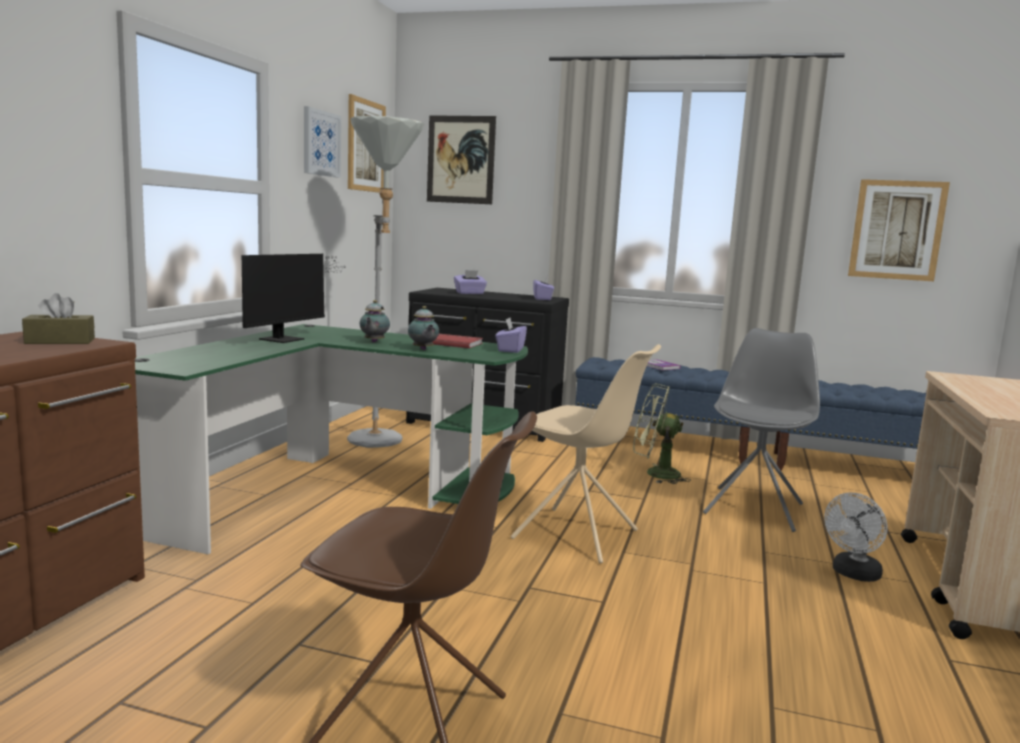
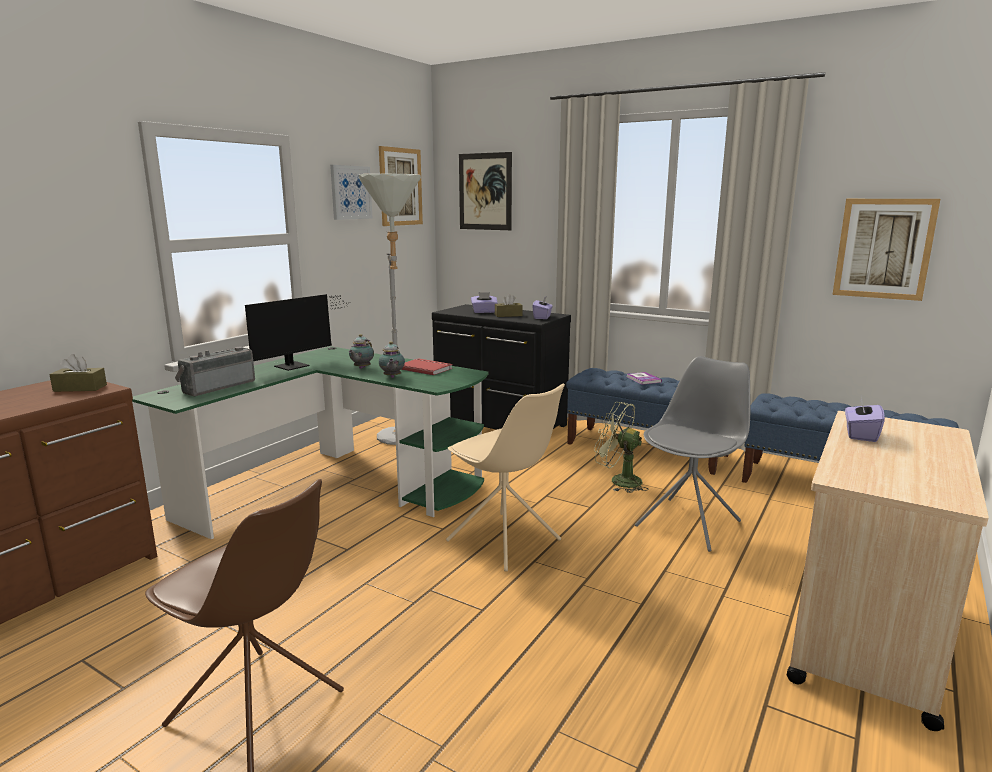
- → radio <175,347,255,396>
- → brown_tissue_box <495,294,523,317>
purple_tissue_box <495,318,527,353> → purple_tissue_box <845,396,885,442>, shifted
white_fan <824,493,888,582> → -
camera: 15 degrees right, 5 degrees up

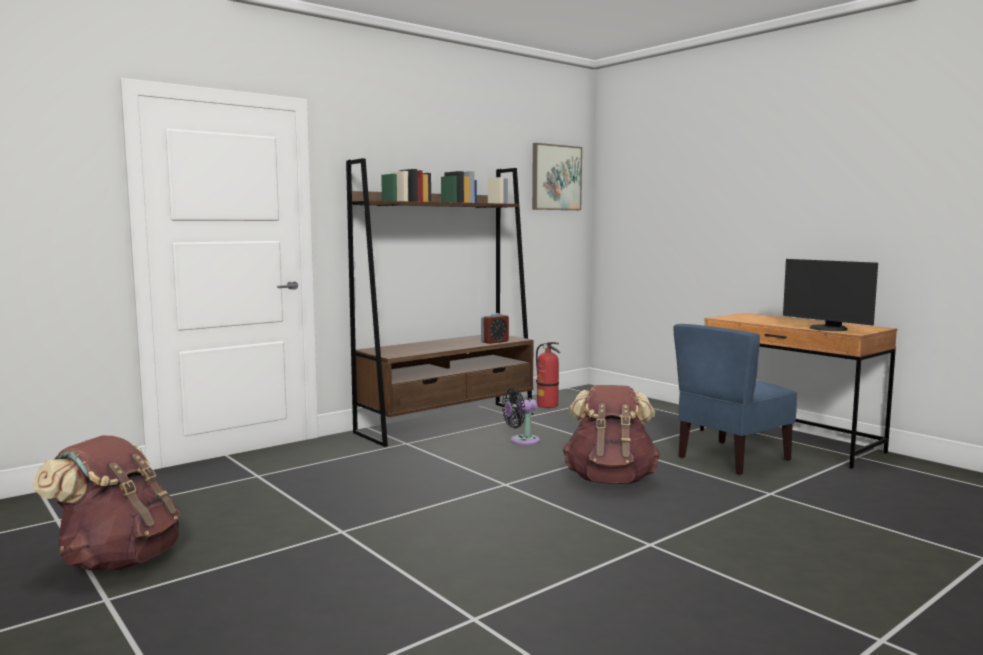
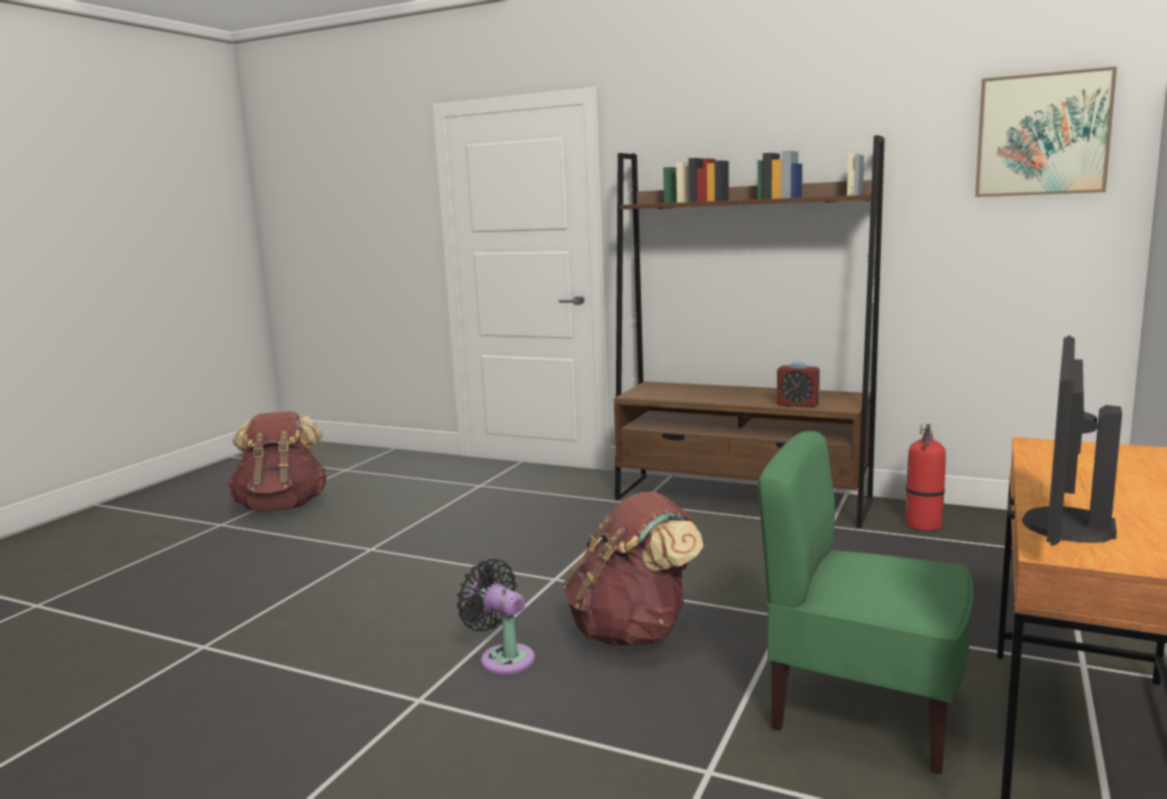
black_fan <502,388,540,445> → black_fan <457,559,535,675>, shifted
blue_chair <673,324,797,475> → green_chair <758,431,973,774>
camera: 65 degrees right, 5 degrees up

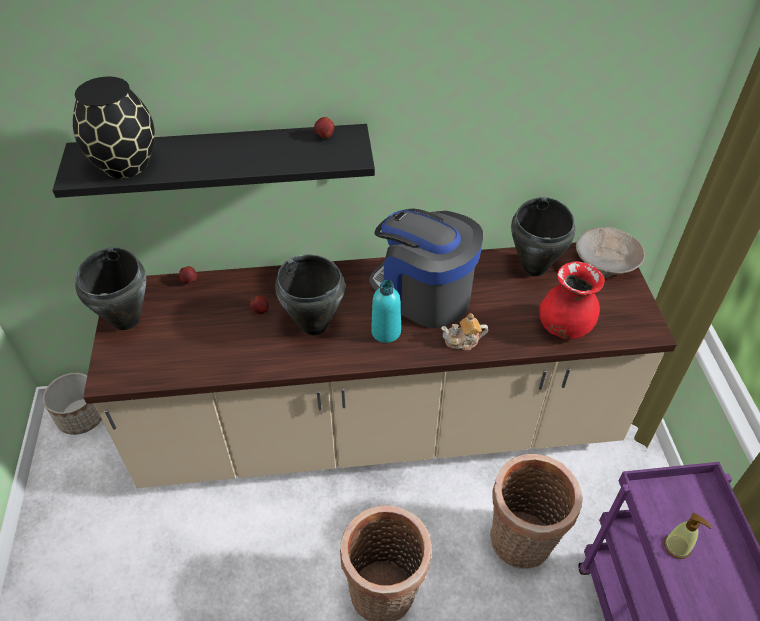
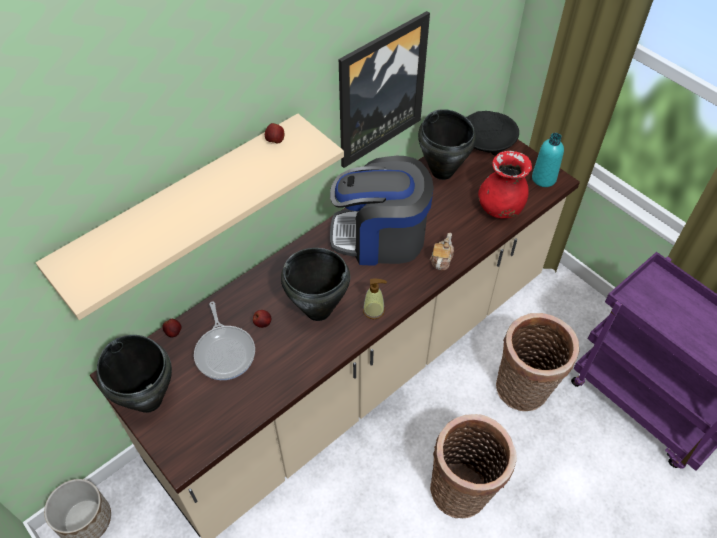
black_shelf <52,124,375,198> → beige_shelf <36,113,344,320>
- → frying_pan <194,302,255,380>
- → picture <339,11,430,168>
soap_dispenser <664,513,712,559> → soap_dispenser <363,279,387,319>, shifted
teapot <441,313,488,351> → teapot <430,233,454,270>, 150 degrees clockwise
beige_bowl <576,227,645,278> → black_bowl <466,111,519,156>
turquoise_bottle <371,280,401,343> → turquoise_bottle <532,133,564,187>, shifted
black_vase <73,77,155,178> → -
camera: 35 degrees left, 5 degrees up

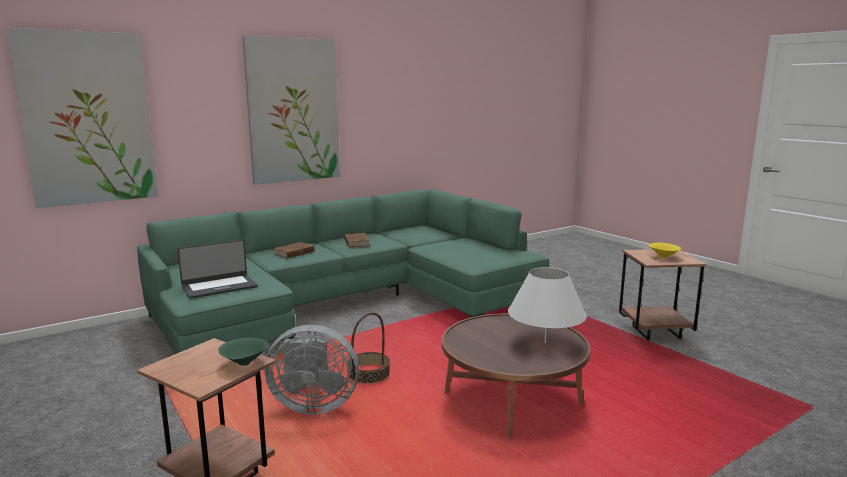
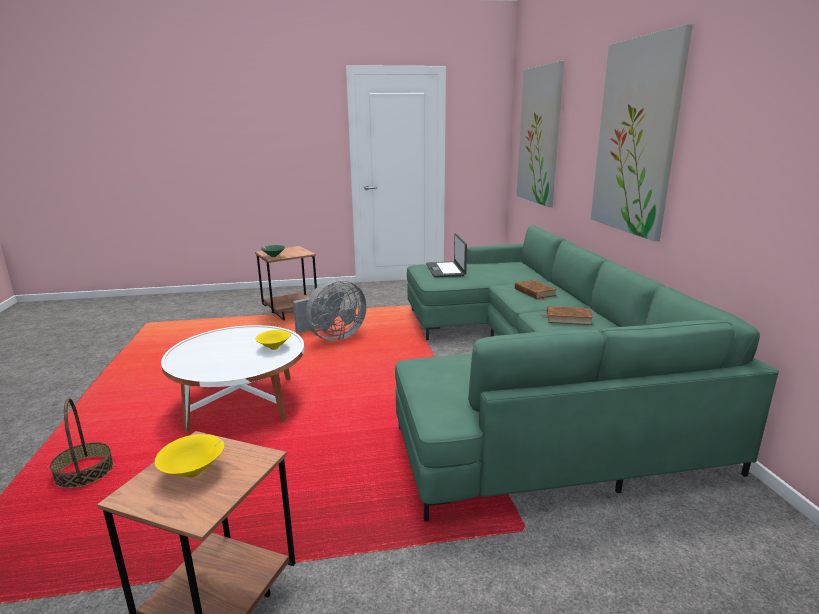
basket <348,312,390,384> → basket <50,398,113,488>, shifted
brown_coffee_table <442,314,591,438> → white_coffee_table <161,325,304,432>
- → yellow_bowl <256,330,291,350>
grey_fan <265,325,359,415> → grey_fan <293,278,367,341>, 150 degrees counterclockwise
white_table_lamp <508,267,587,343> → -
camera: 115 degrees right, 5 degrees up

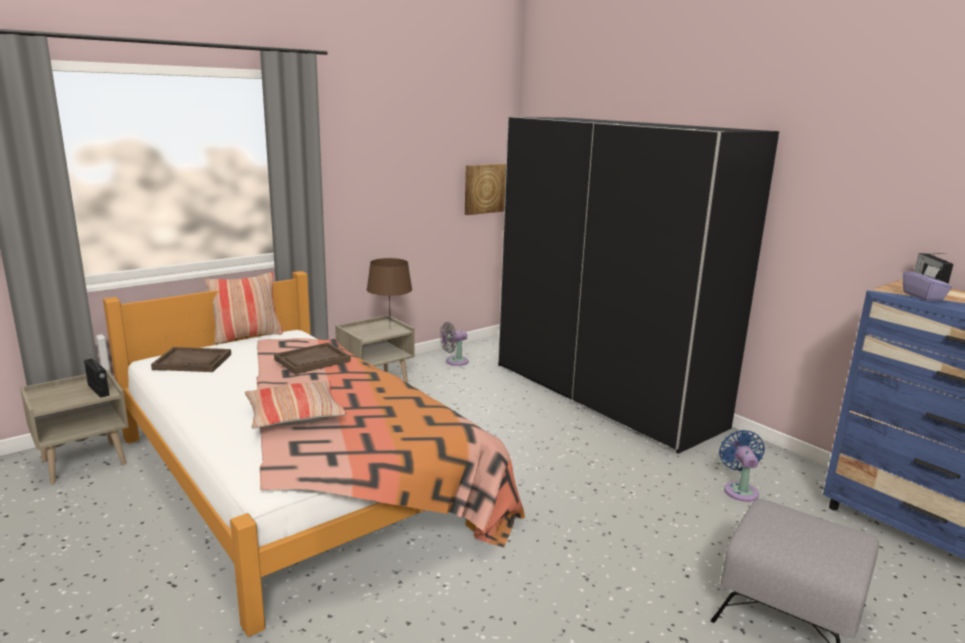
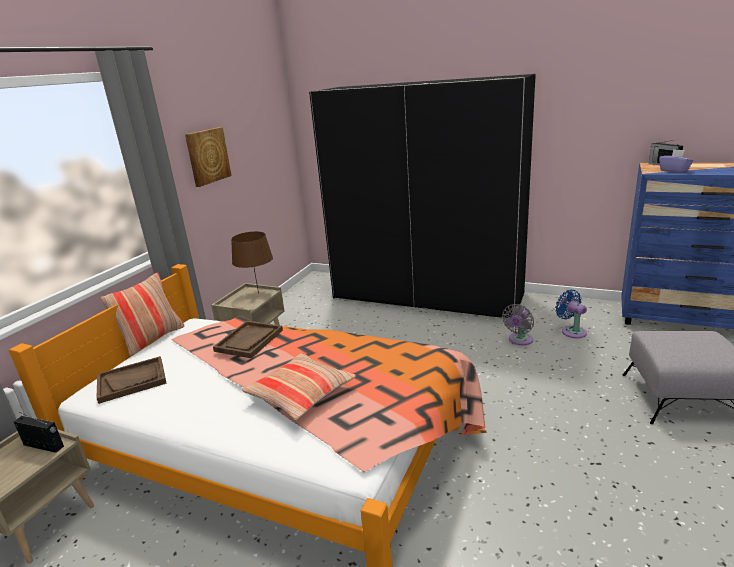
picture <465,164,506,215> → picture <185,127,232,187>, shifted
grey_fan <440,322,469,366> → grey_fan <502,304,534,345>, shifted
camera: 25 degrees left, 5 degrees up

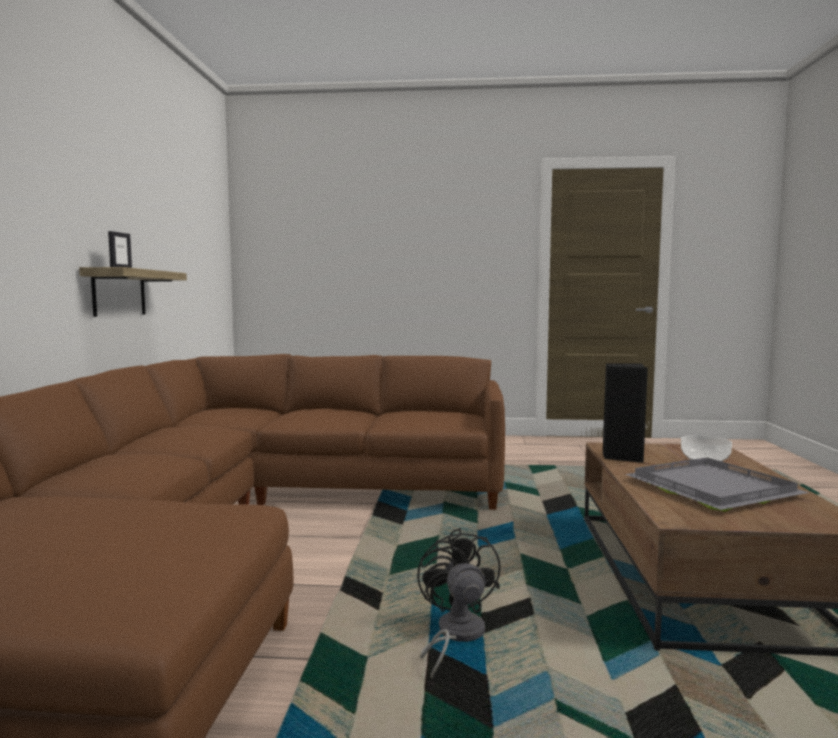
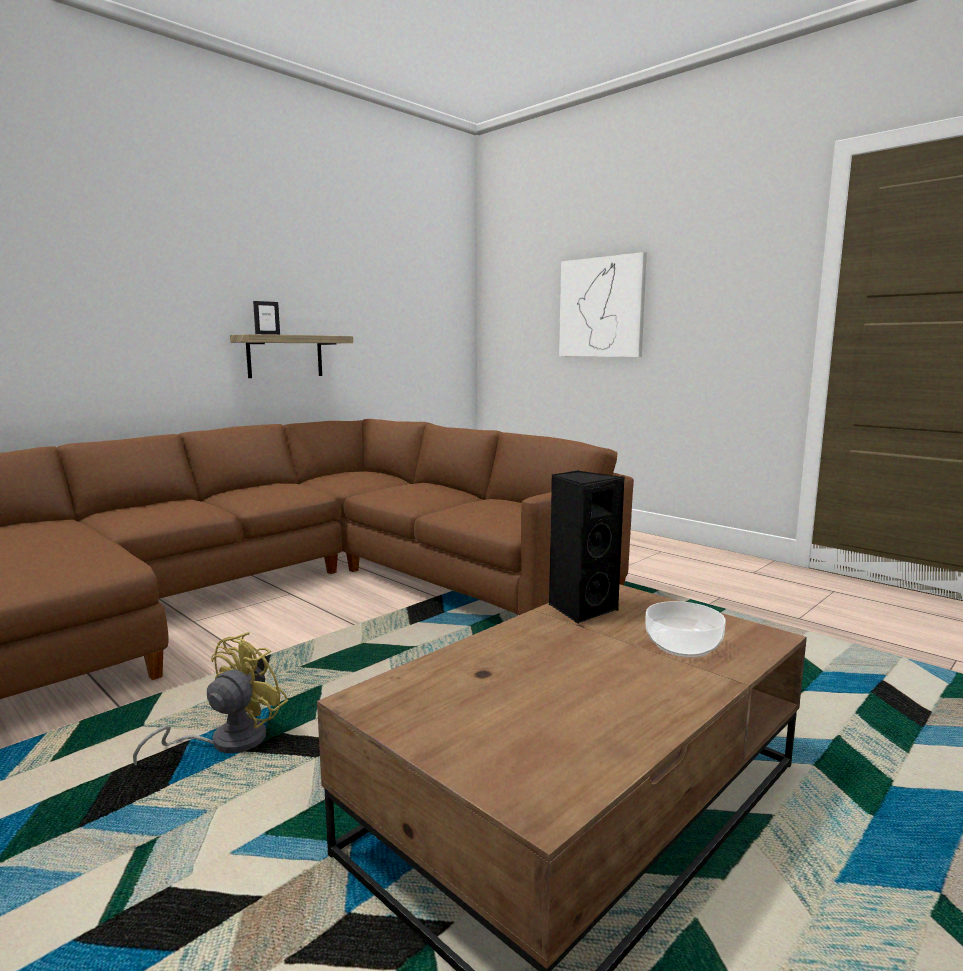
black_fan <417,528,501,679> → yellow_fan <133,632,288,766>
- → picture <559,252,647,357>
grey_tray <625,457,809,512> → -
camera: 40 degrees right, 5 degrees up

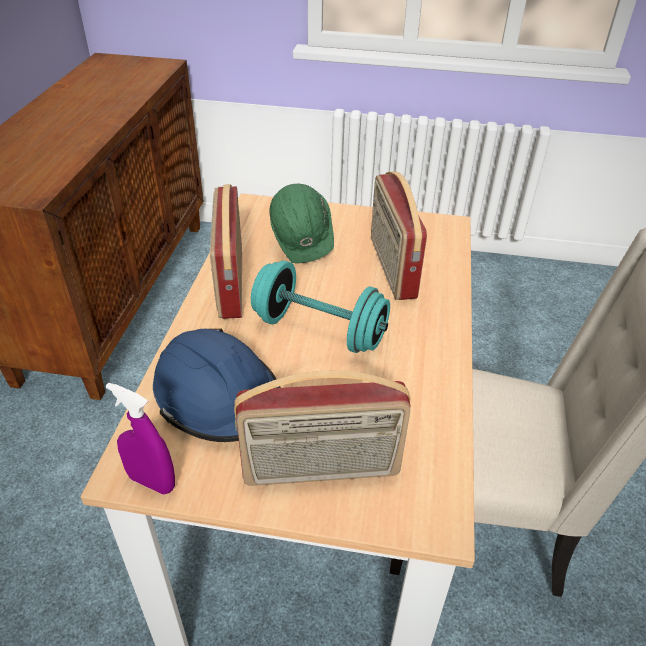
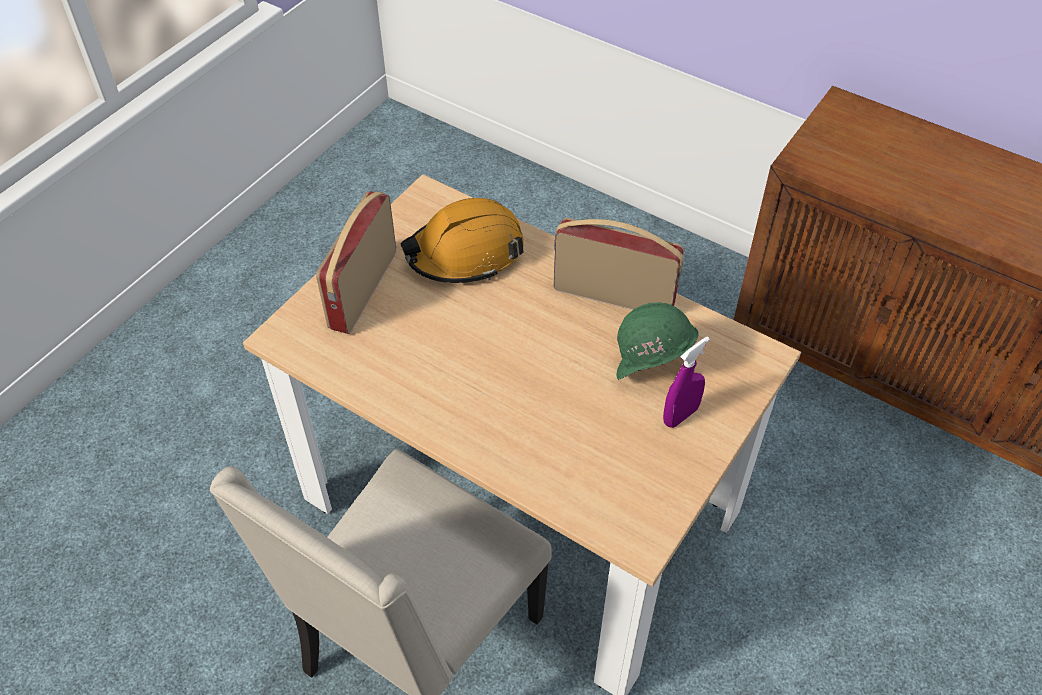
blue_hard_hat <153,328,281,442> → orange_hard_hat <401,198,524,283>
purple_spray_bottle <106,383,175,495> → purple_spray_bottle <663,336,710,428>, shifted
turquoise_dumbbell <251,260,390,353> → -
radio <371,171,427,300> → -
camera: 115 degrees right, 10 degrees up

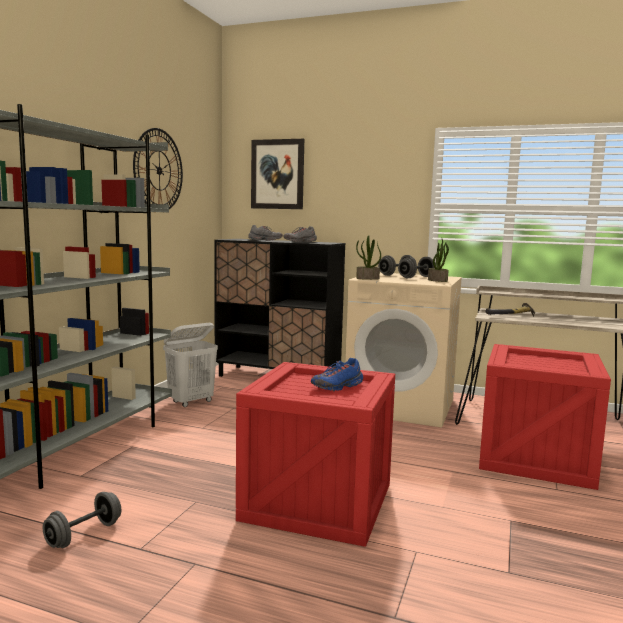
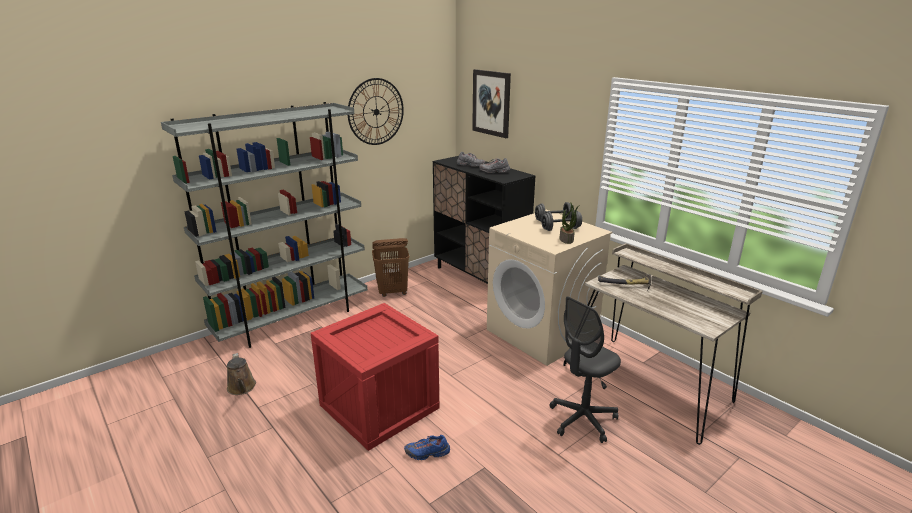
grey_dumbbell <43,492,121,548> → brown_watering_can <227,353,256,395>
white_laundry_basket <163,323,218,407> → brown_laundry_basket <372,238,410,297>
blue_shoe <311,358,363,391> → blue_shoe <404,435,450,460>, shifted
crate <479,344,611,490> → grey_office_chair <550,296,621,443>
potted_plant <356,235,381,280> → -
camera: 30 degrees right, 15 degrees up

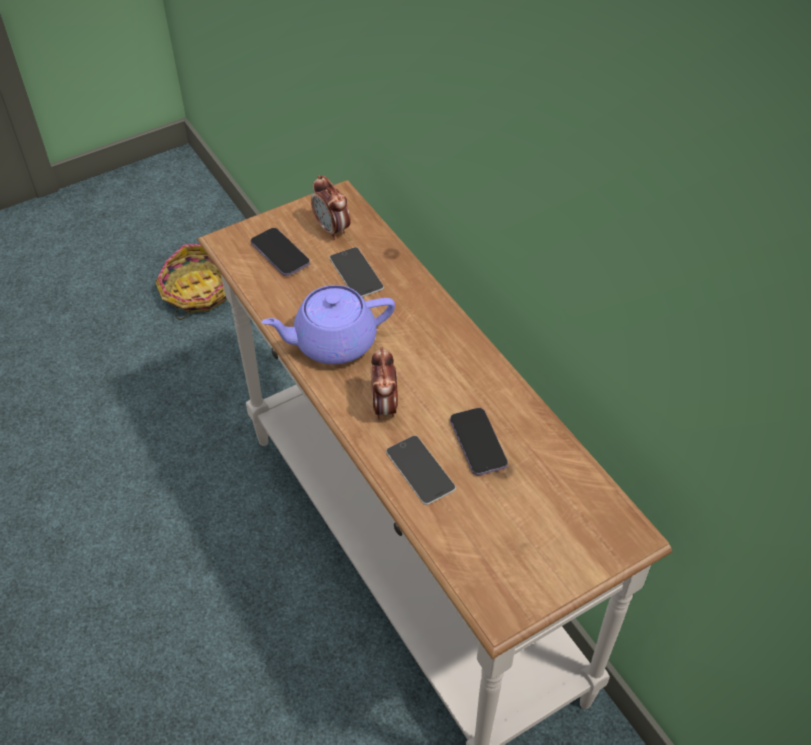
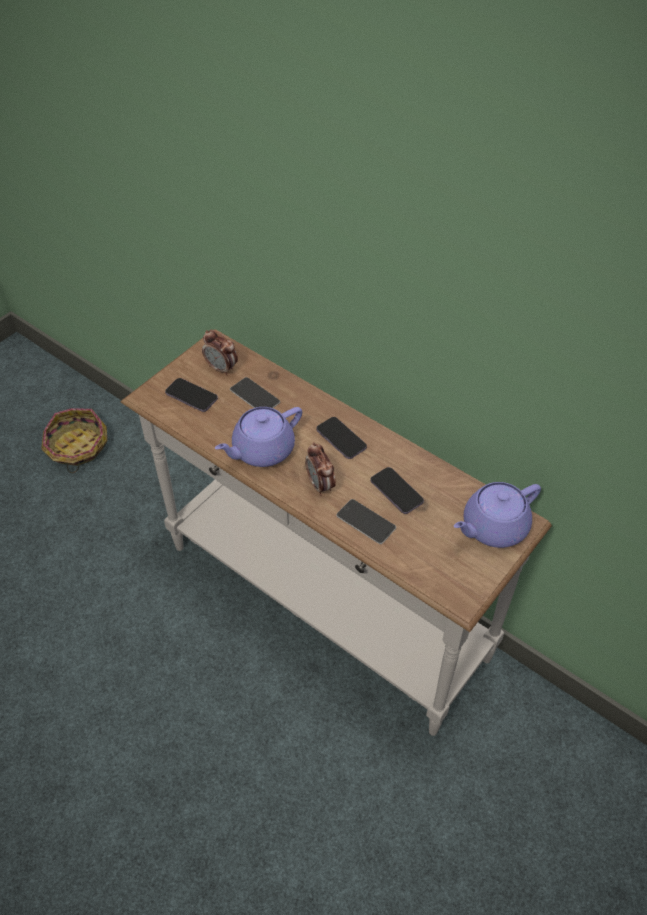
- → phone <316,417,367,459>
- → purple_teapot <454,482,541,548>
camera: 20 degrees left, 0 degrees up

